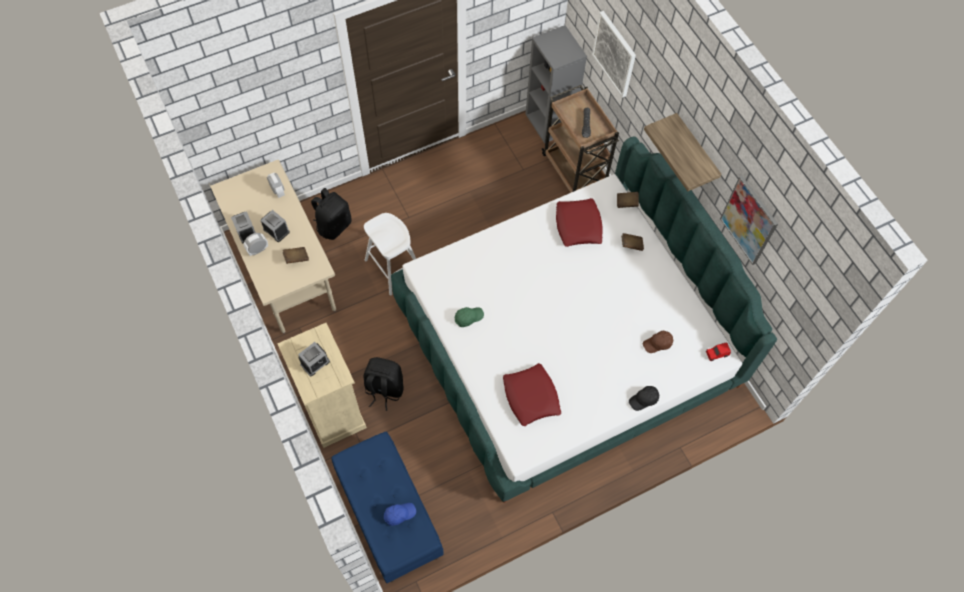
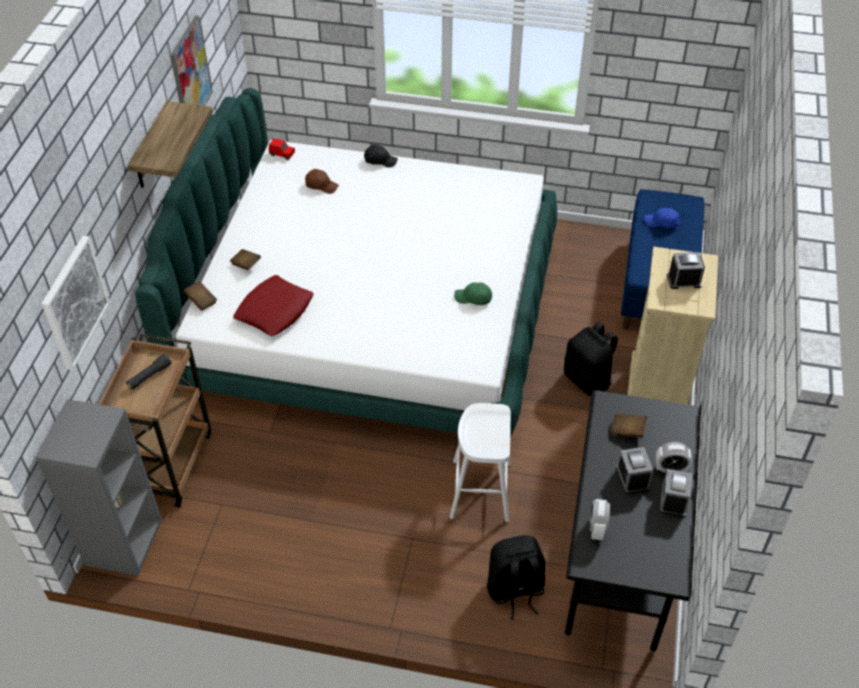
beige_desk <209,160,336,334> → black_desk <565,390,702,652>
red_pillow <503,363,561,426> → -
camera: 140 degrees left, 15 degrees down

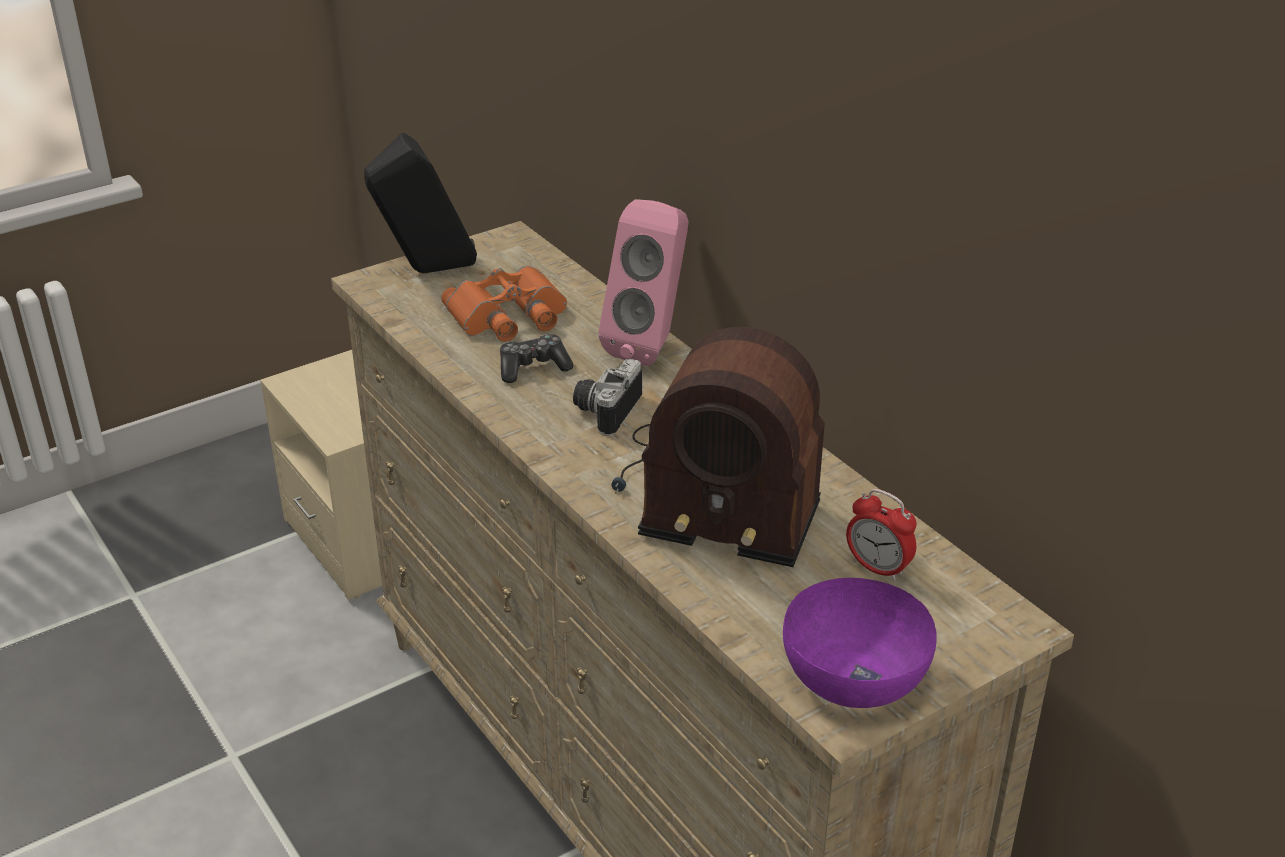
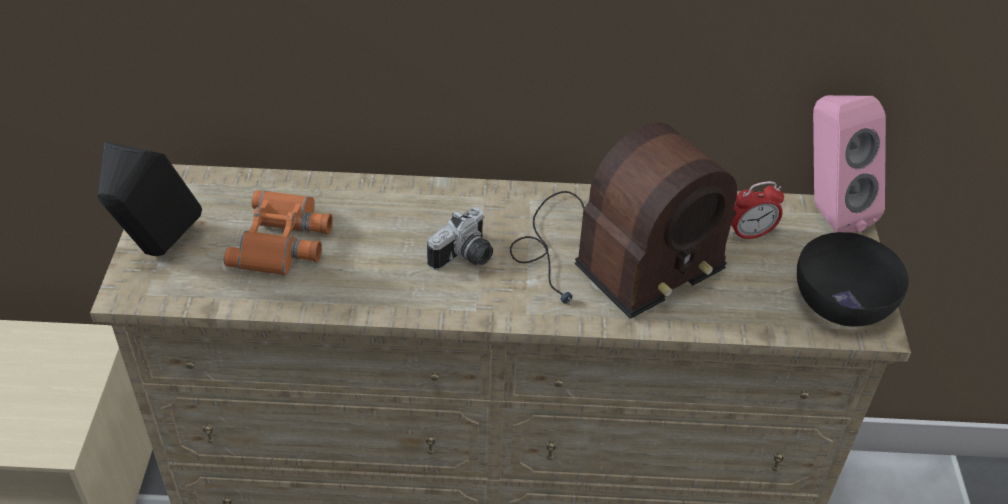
photo_camera <573,359,642,436> → photo_camera <427,207,493,270>, 105 degrees counterclockwise
purple_bowl <783,578,937,708> → black_bowl <797,232,909,326>
pink_speaker <599,199,689,366> → pink_speaker <813,95,886,233>, shifted
game_controller <500,334,573,383> → -
camera: 55 degrees left, 10 degrees up

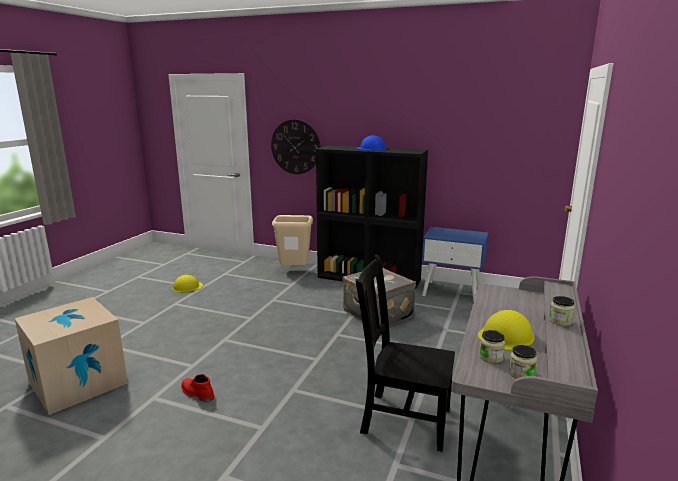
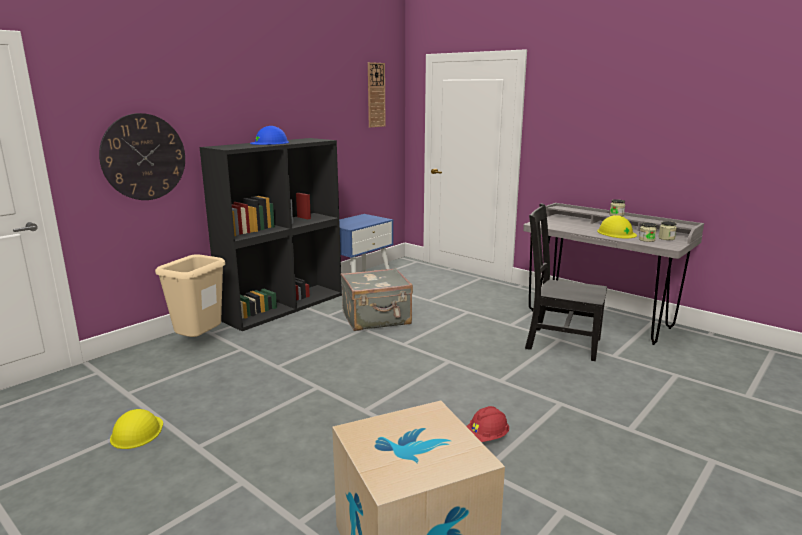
- → wall_clock <368,62,386,128>
red_boot <181,374,214,402> → red_hard_hat <466,406,509,442>
black_chair <355,255,455,452> → black_chair <525,203,607,361>, 75 degrees clockwise
camera: 70 degrees left, 0 degrees up

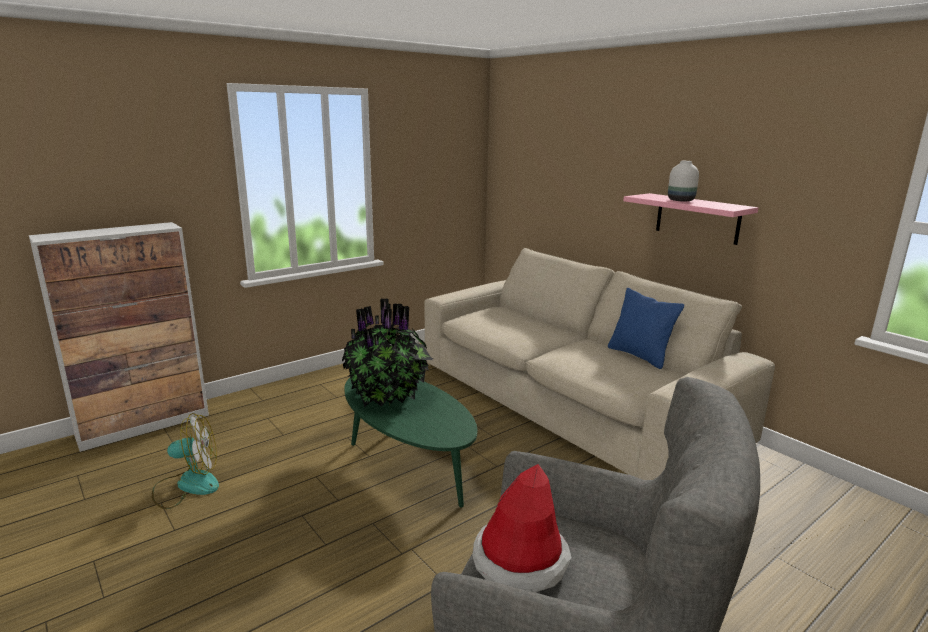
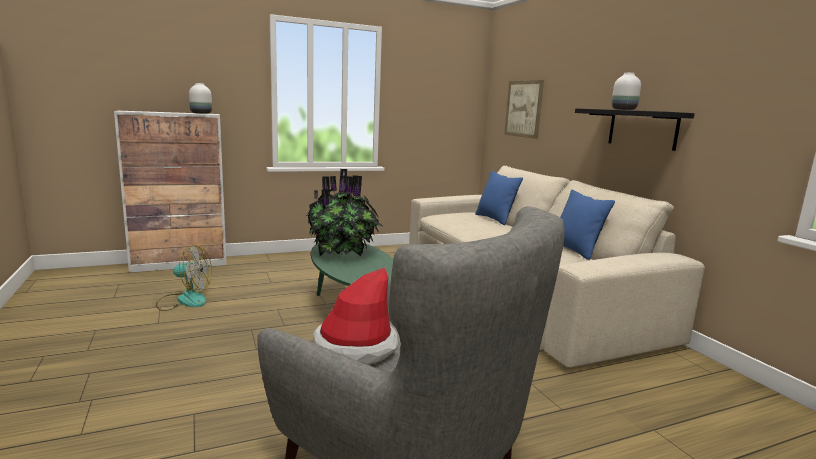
- → white_vase <189,83,212,114>
- → blue_pillow <475,171,523,225>
- → picture <504,80,544,139>
pink_shelf <623,193,758,245> → black_shelf <575,108,695,151>
camera: 15 degrees right, 5 degrees down

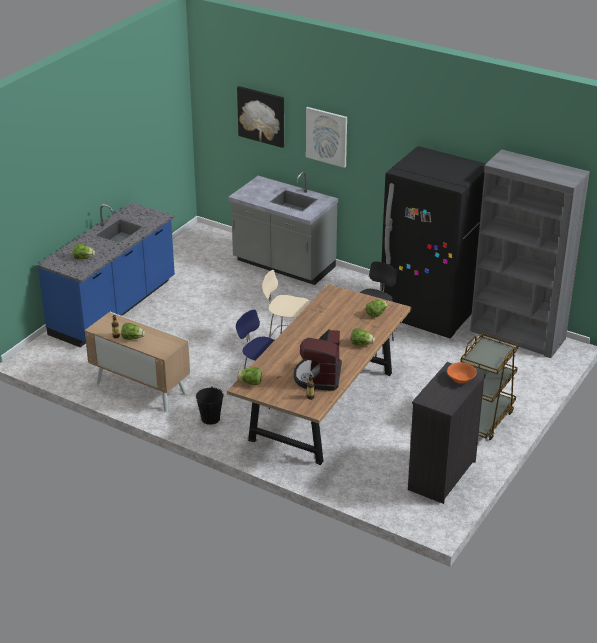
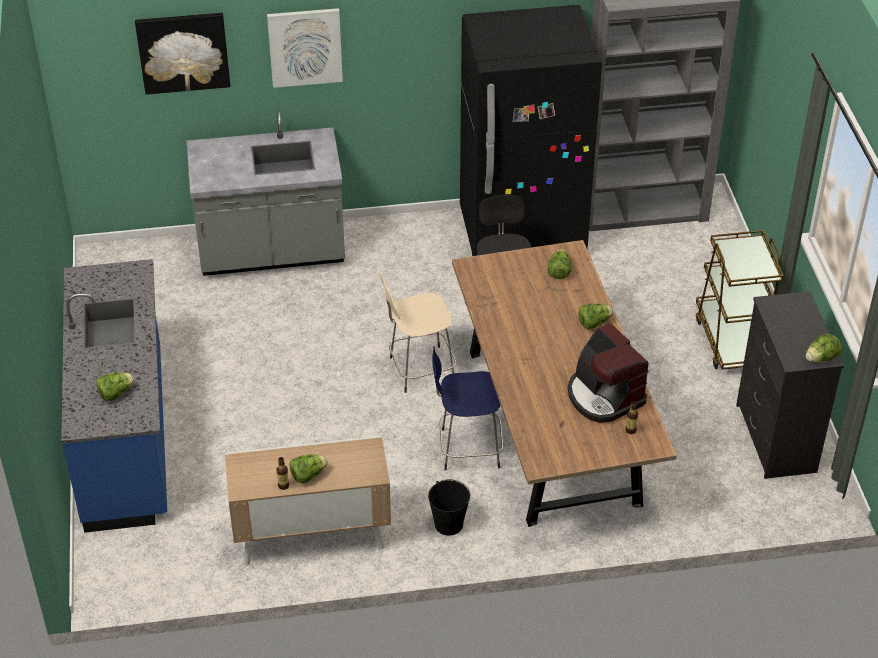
lettuce <237,367,262,385> → lettuce <806,334,842,362>, shifted
orange_bowl <447,362,477,384> → -
camera: 40 degrees left, 10 degrees up

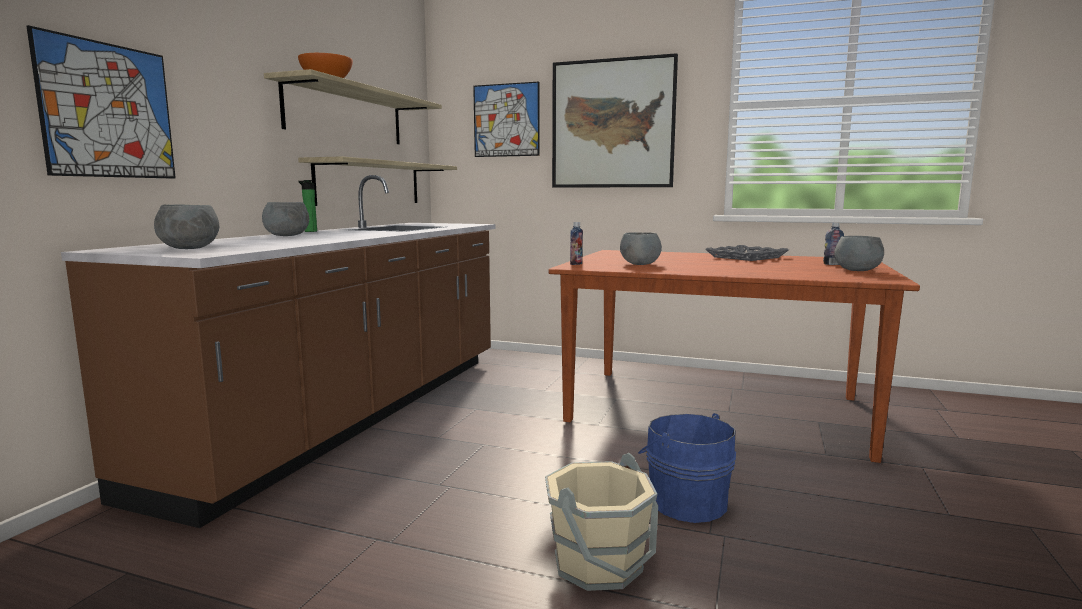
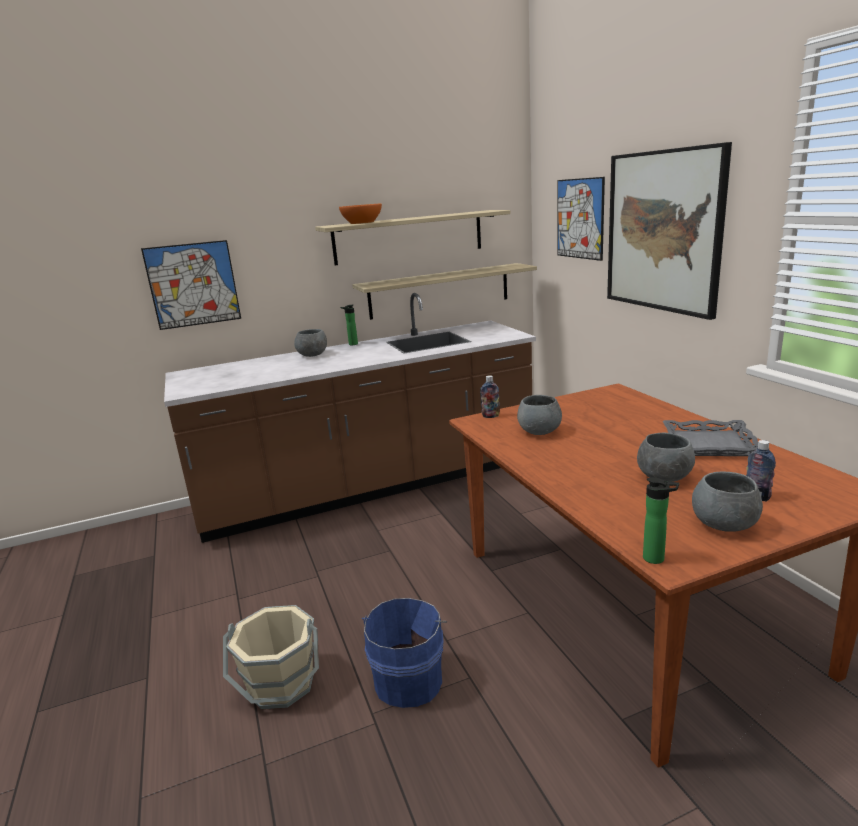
grey_bowl <154,204,219,249> → grey_bowl <637,433,695,482>, shifted
- → bottle <643,477,679,564>
camera: 50 degrees right, 10 degrees up

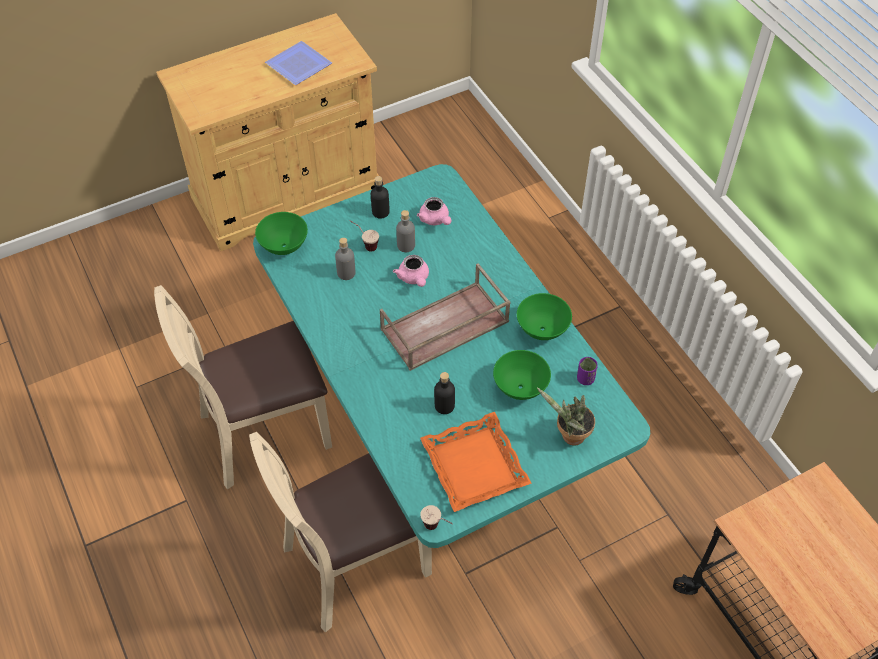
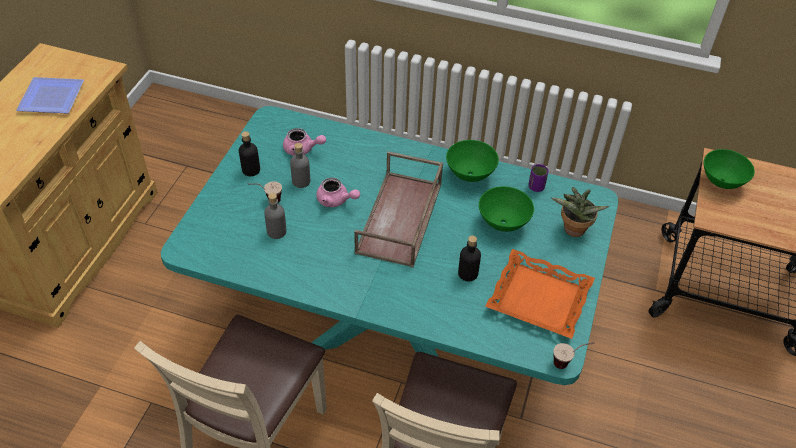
green_bowl <255,212,308,255> → green_bowl <704,149,755,189>, shifted
camera: 45 degrees left, 5 degrees down

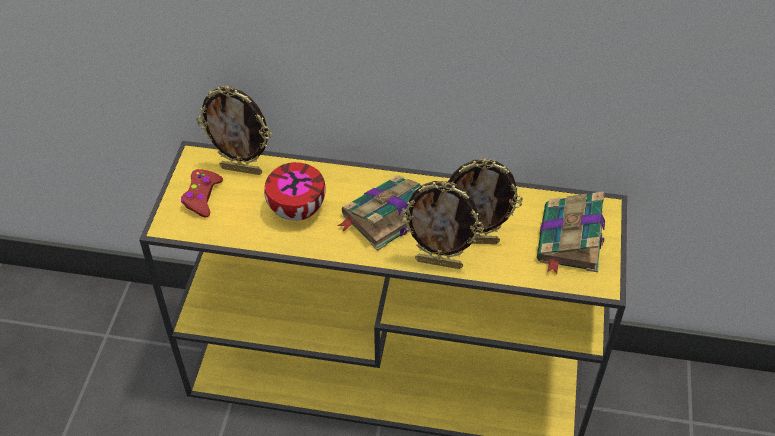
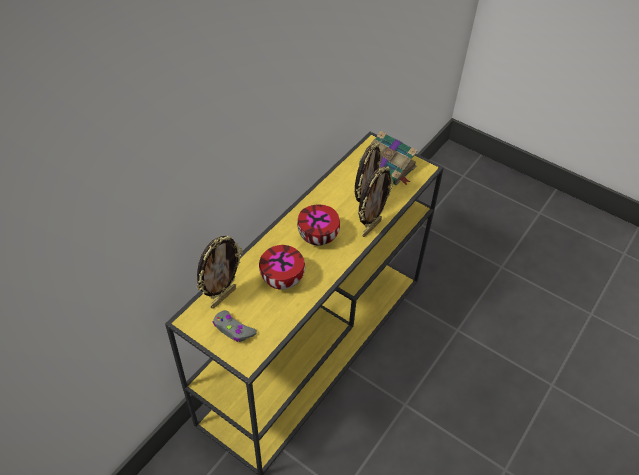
red_game_controller <181,169,223,217> → grey_game_controller <212,310,257,342>
book <337,175,422,251> → bowl <297,205,340,246>
camera: 65 degrees left, 0 degrees up

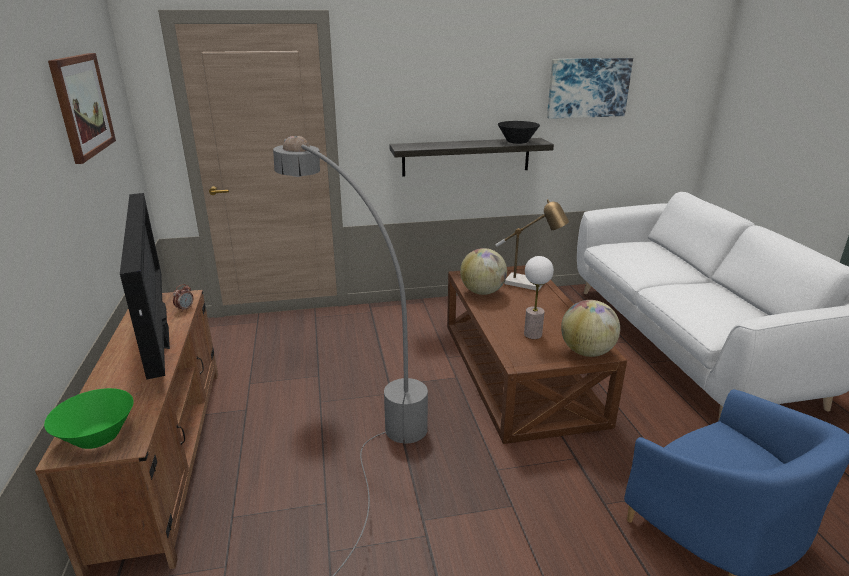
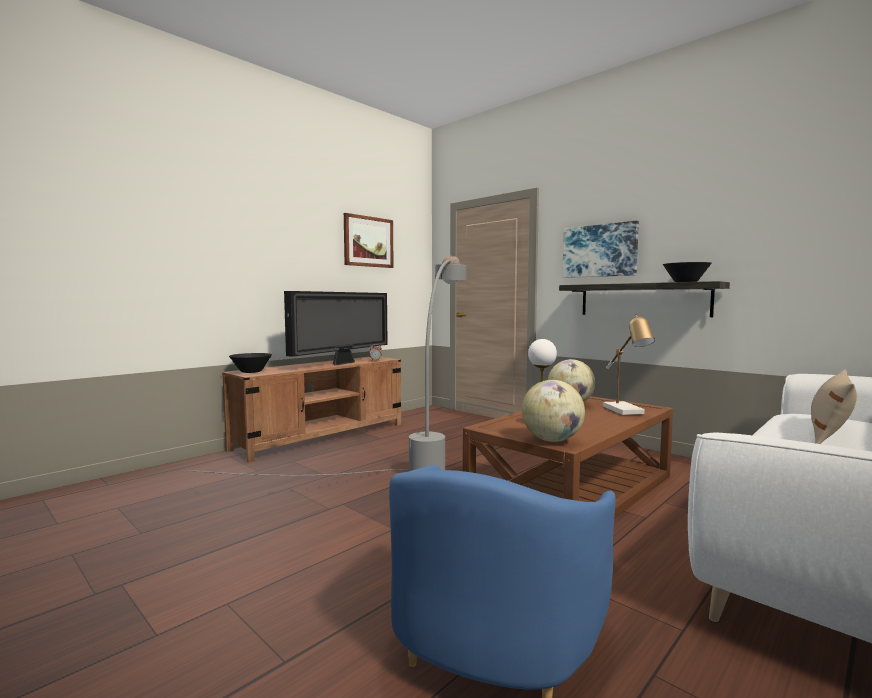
green_bowl <44,388,134,449> → black_bowl <229,353,272,373>
picture <547,58,633,119> → picture <562,221,639,278>, shifted
- → beige_pillow <811,370,857,444>
camera: 55 degrees right, 20 degrees down

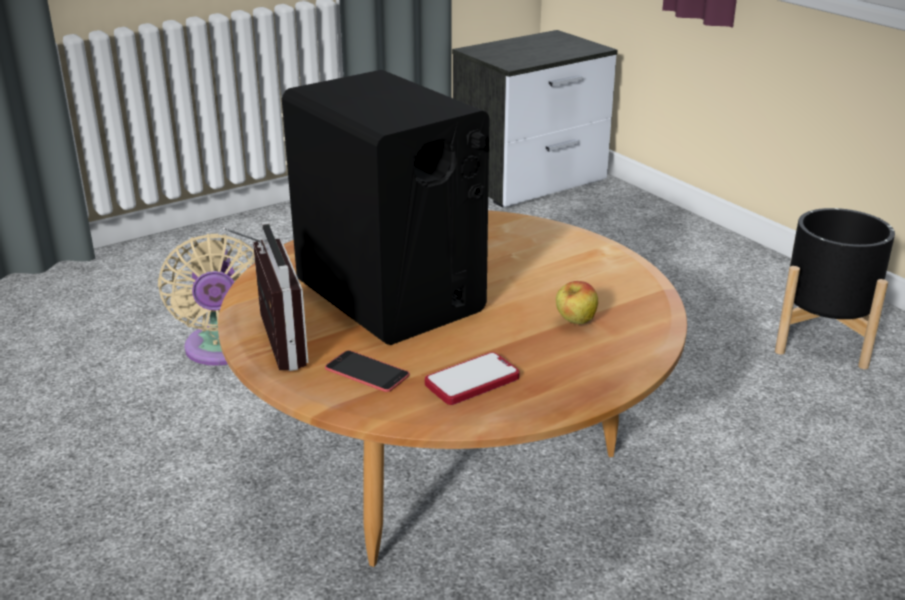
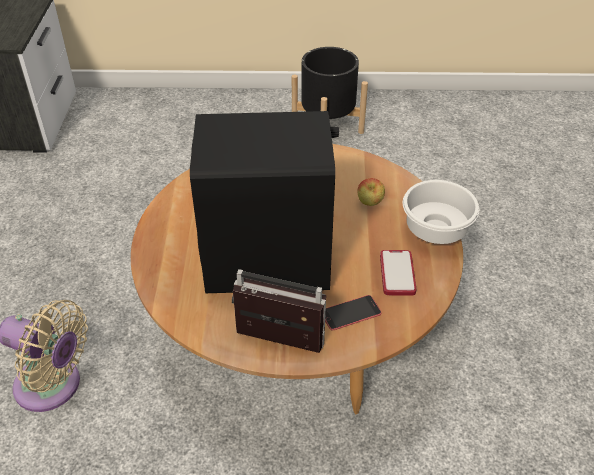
- → white_bowl <403,180,479,244>
camera: 55 degrees left, 15 degrees up

